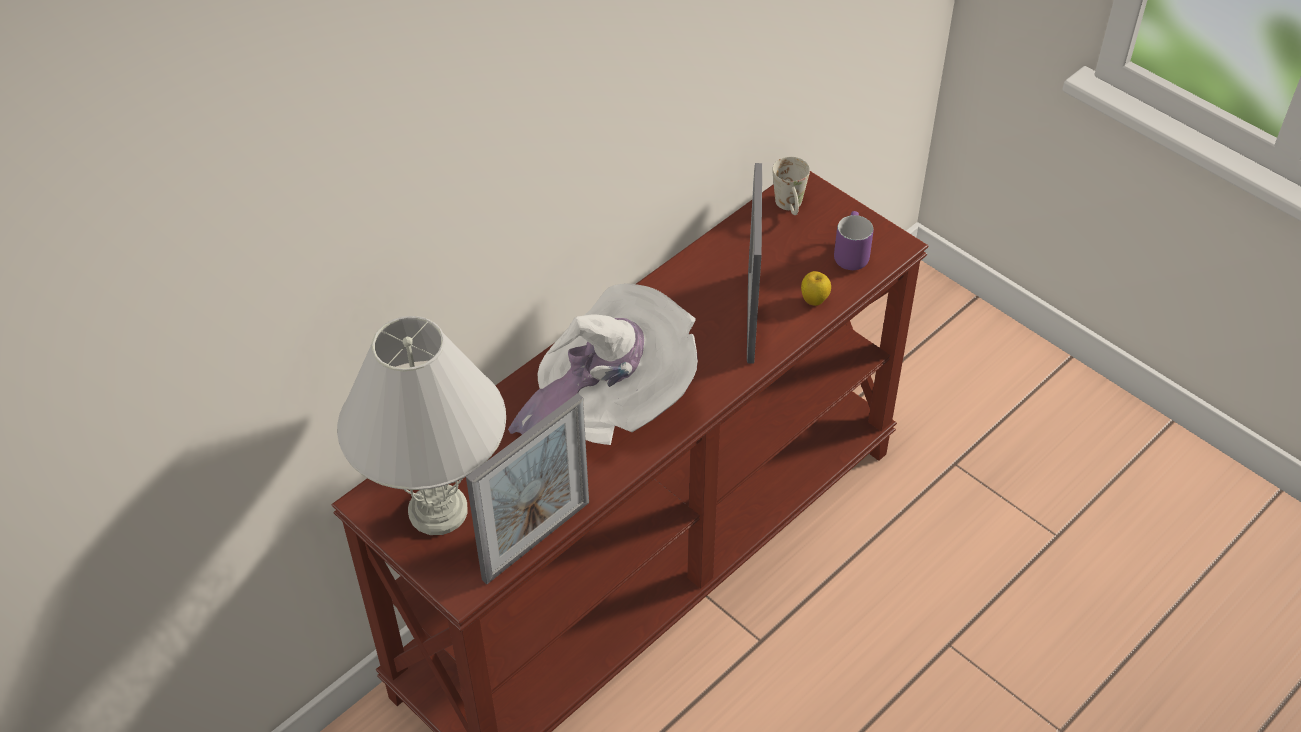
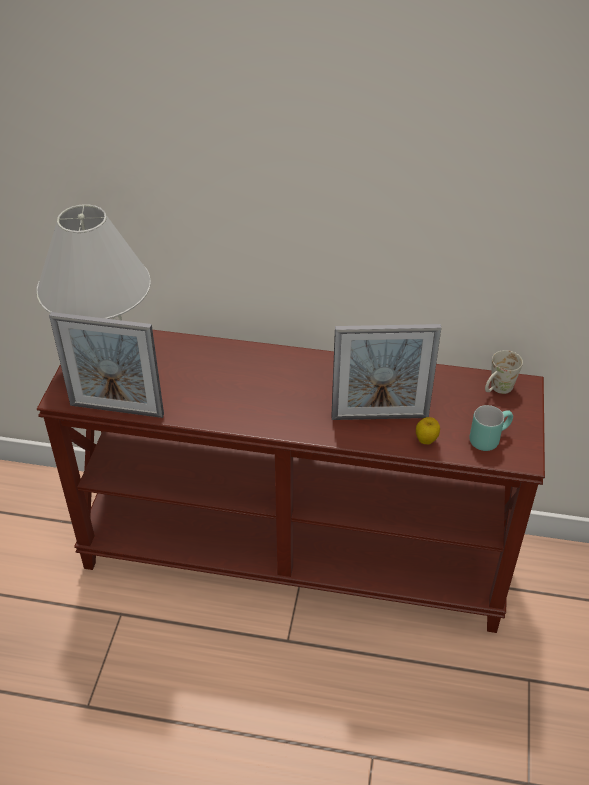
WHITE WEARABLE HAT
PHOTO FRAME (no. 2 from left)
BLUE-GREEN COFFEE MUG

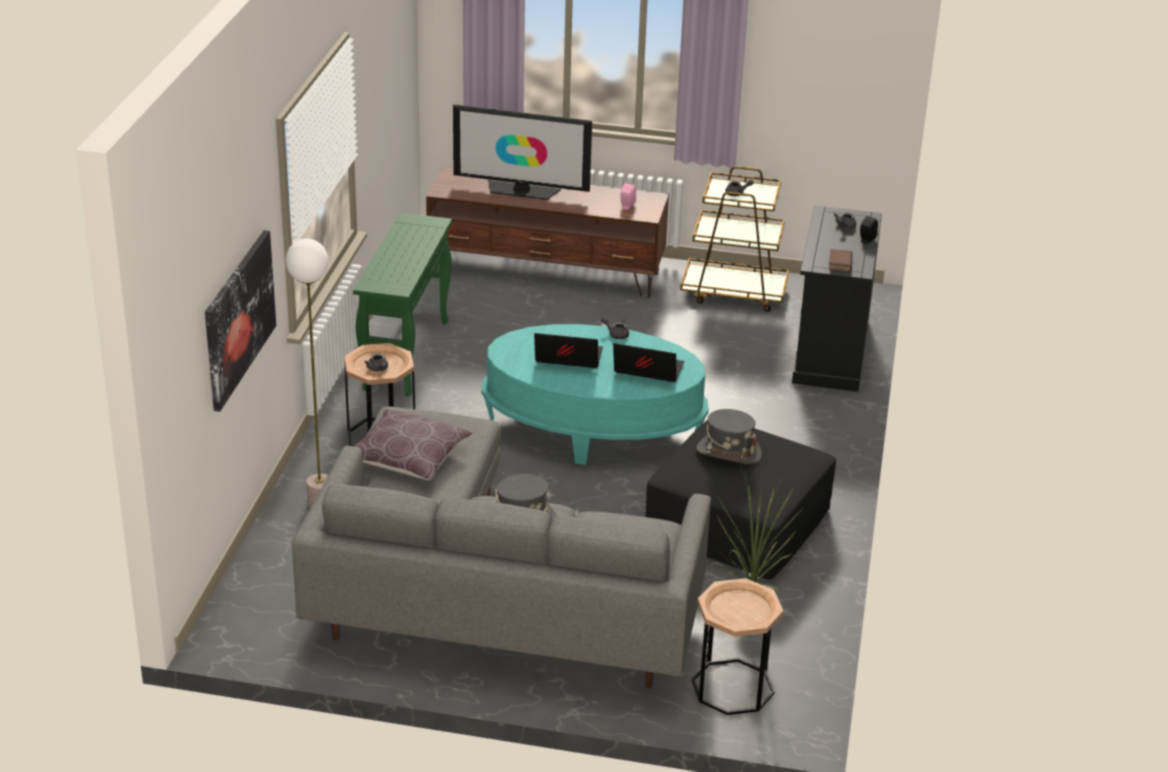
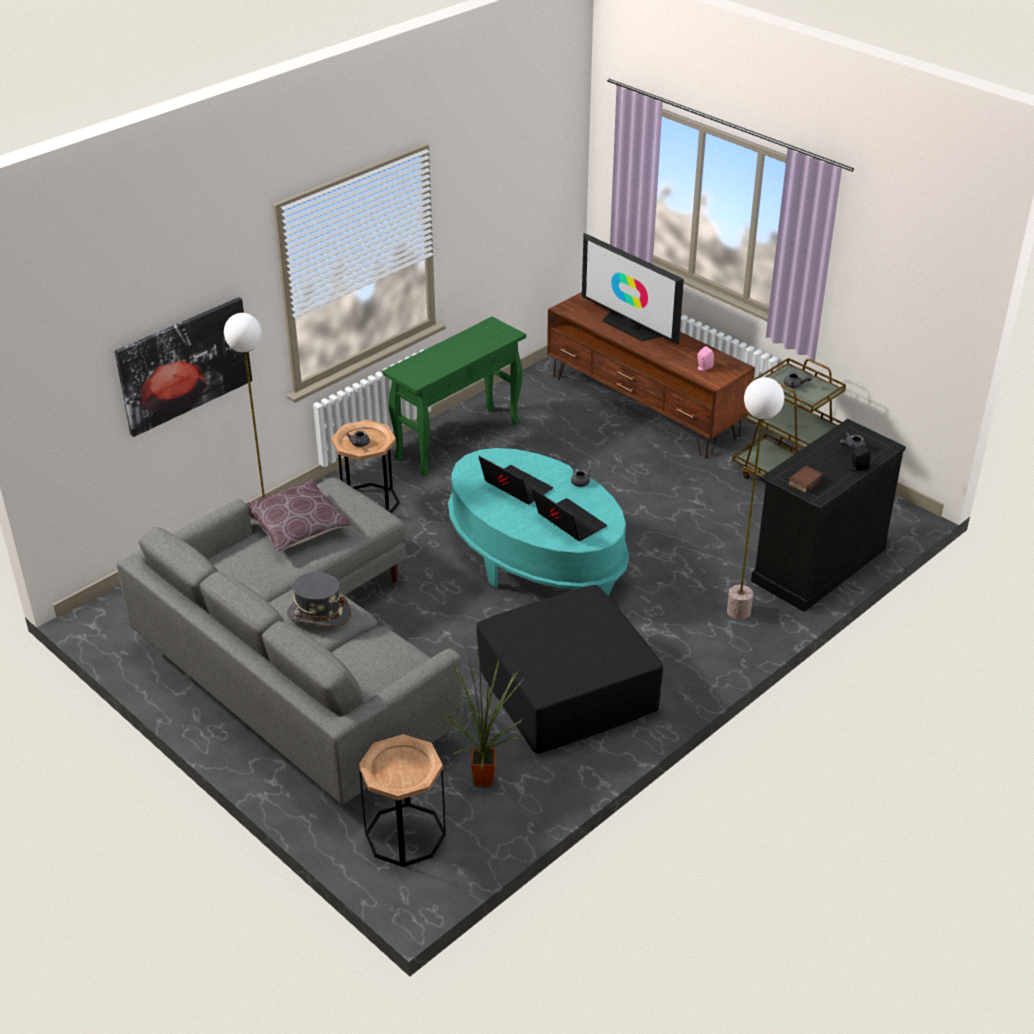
GRAY WEARABLE HAT (no. 2 from left in the first image)
STANDARD LAMP (no. 2 from left)

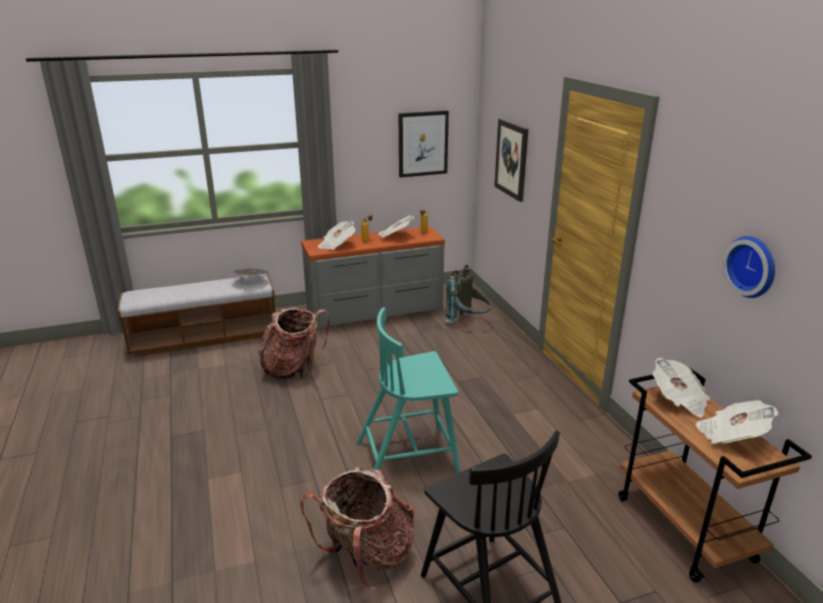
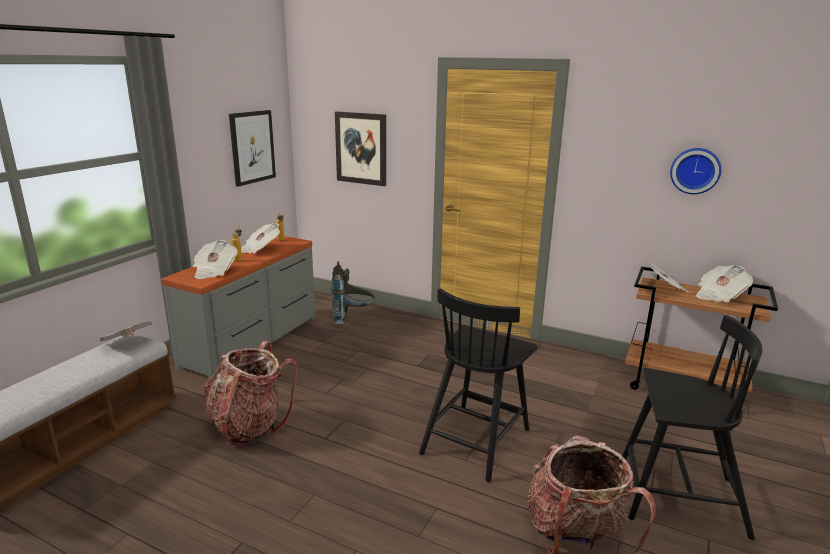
BLACK-COLOURED CHAIR (no. 1 from left)

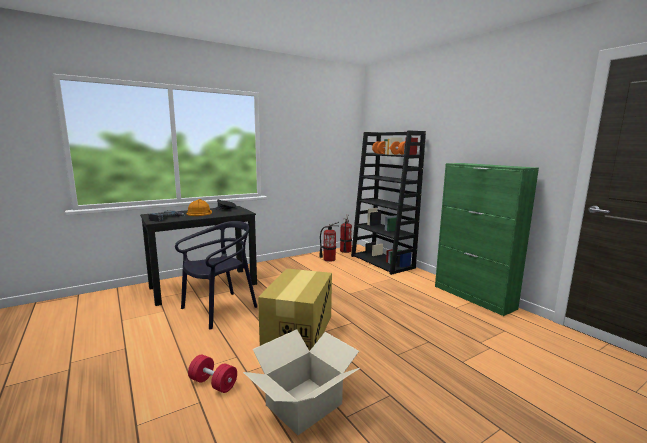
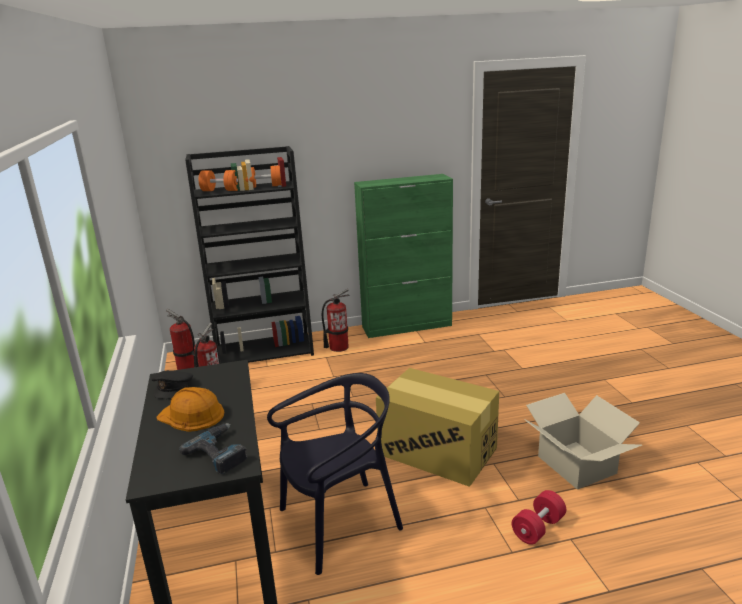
BLACK-COLOURED CHAIR
FIRE EXTINGUISHER (no. 3 from left)

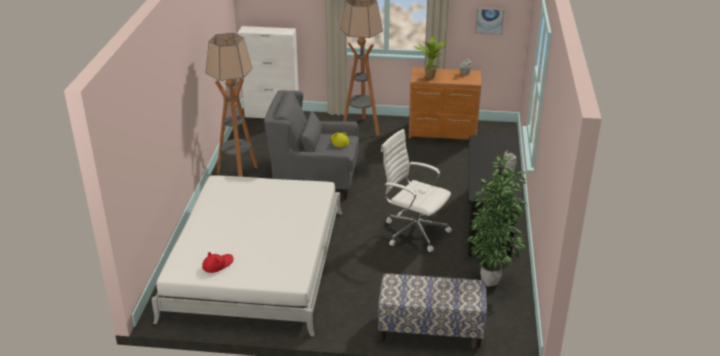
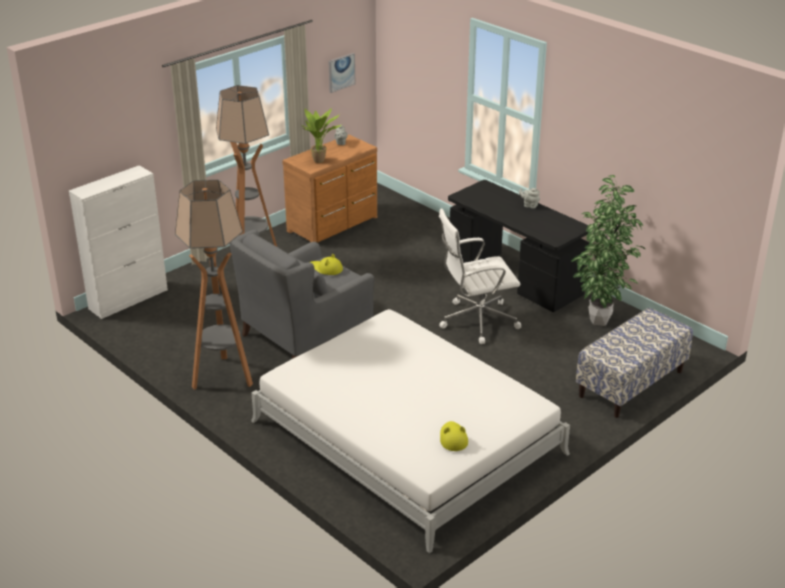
YELLOW WEARABLE HAT (no. 2 from left)

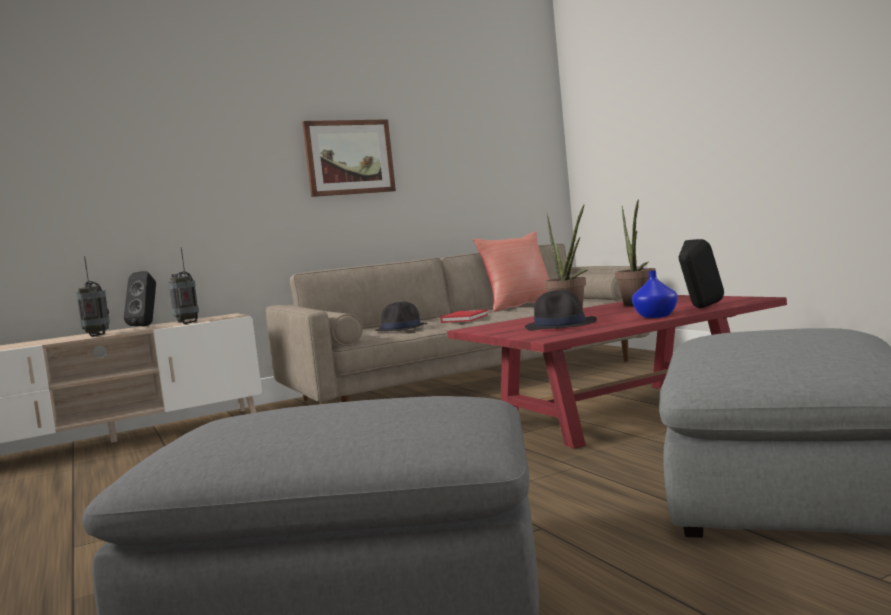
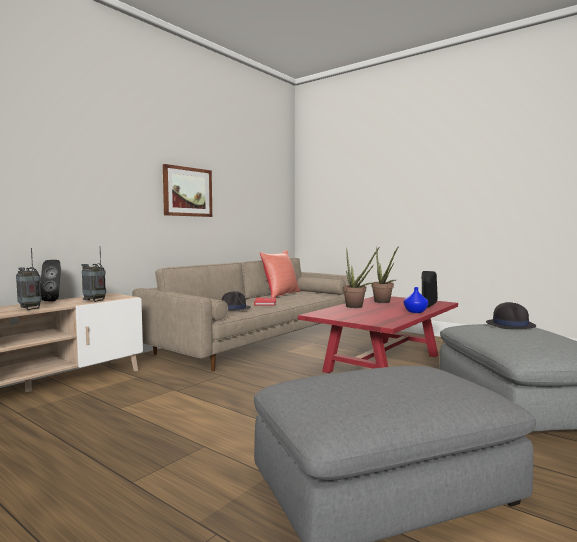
BLACK-COLOURED WEARABLE HAT (no. 2 from left)

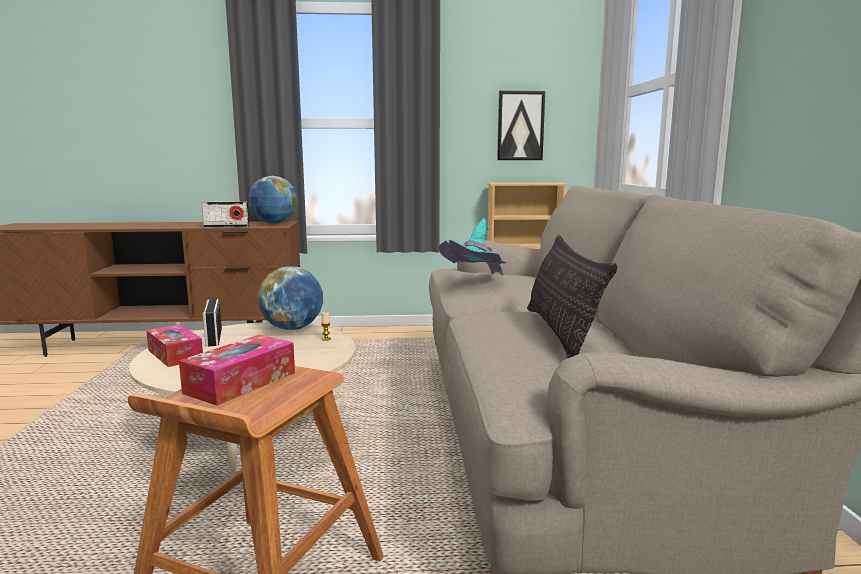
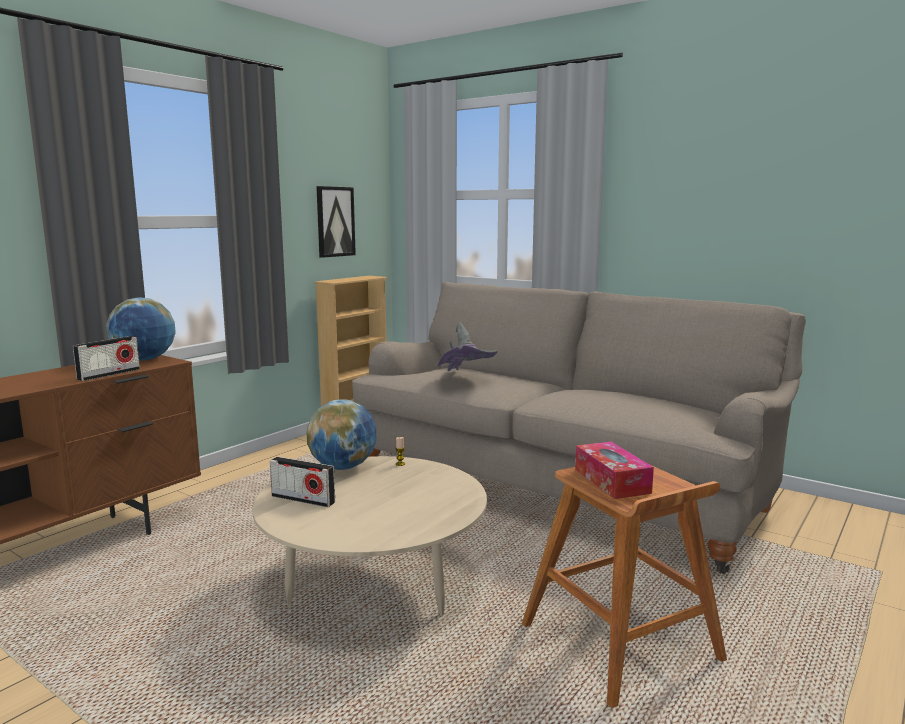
TISSUE BOX (no. 1 from left in the first image)
GRAY WEARABLE HAT
PILLOW

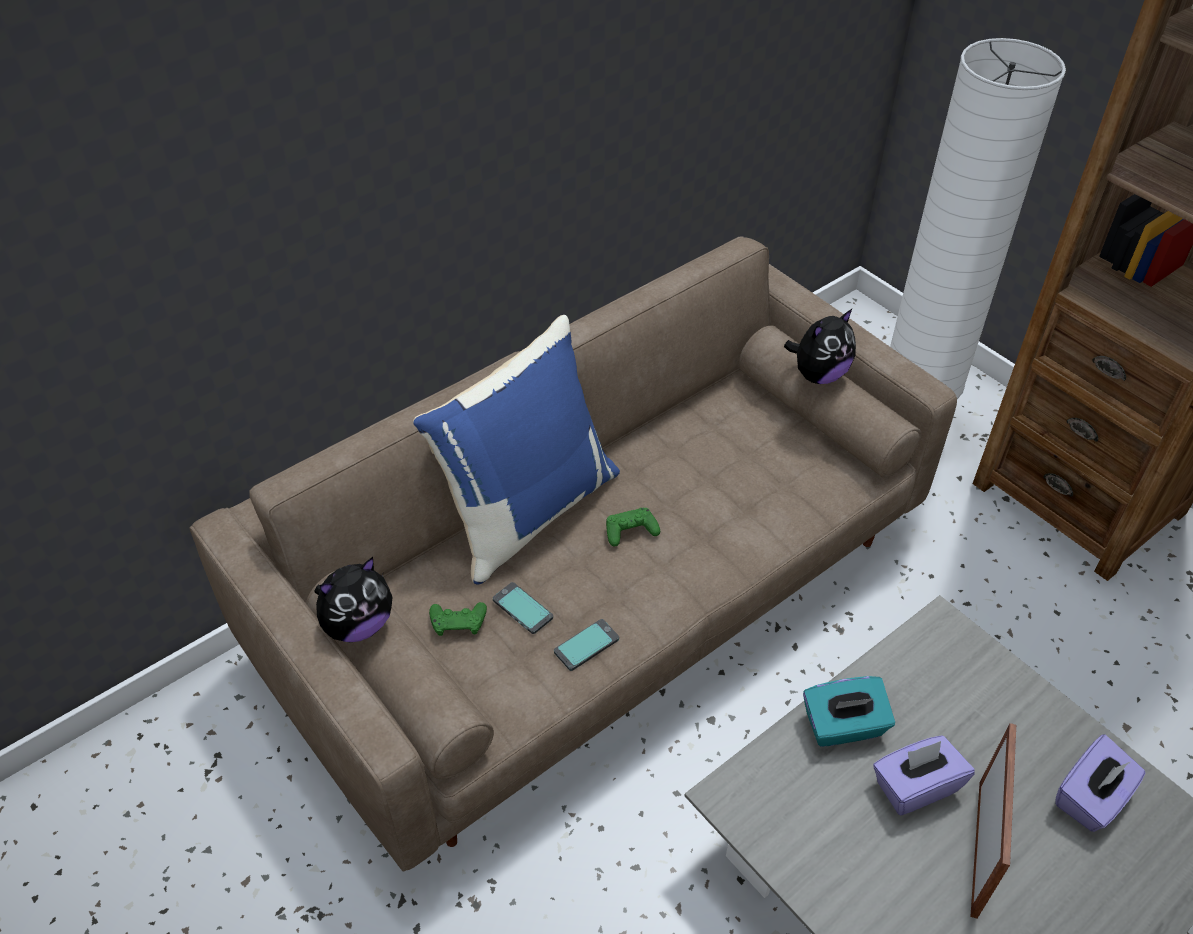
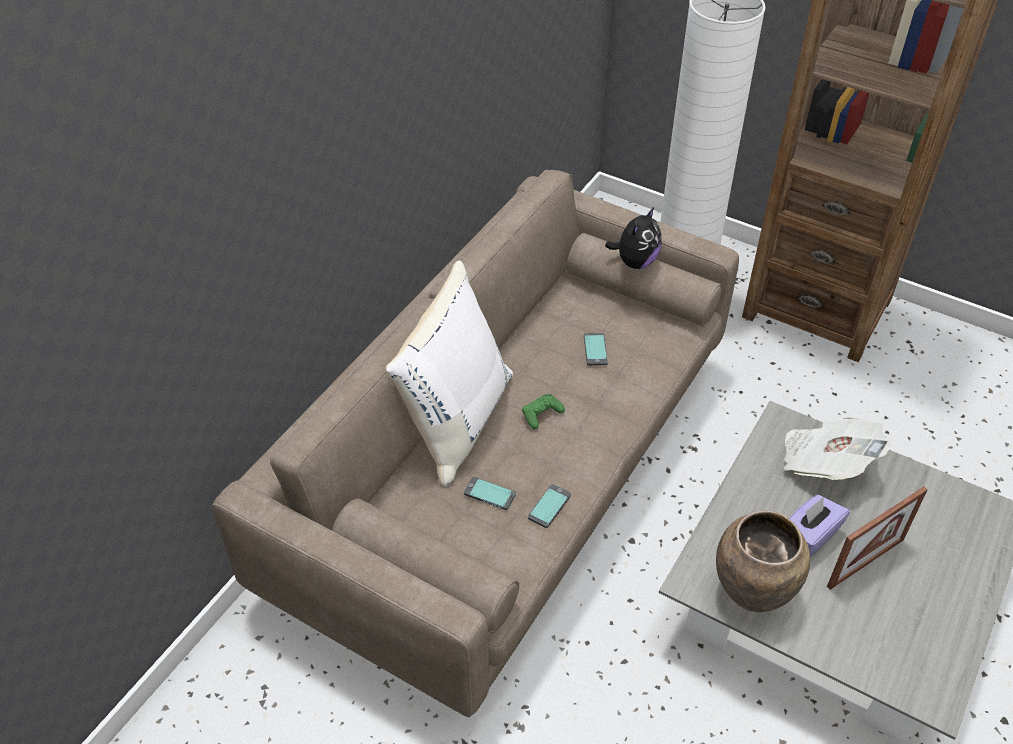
CUDDLY TOY (no. 1 from left in the first image)
WHITE PILLOW
GREEN GAMEPAD (no. 1 from left in the first image)
BLUE-GREEN TISSUE BOX
PHOTO FRAME
PURPLISH TISSUE BOX (no. 2 from left in the first image)
PHONE (no. 3 from left)
BROWN-COLOURED FLOWER VASE
NEWSPAPER

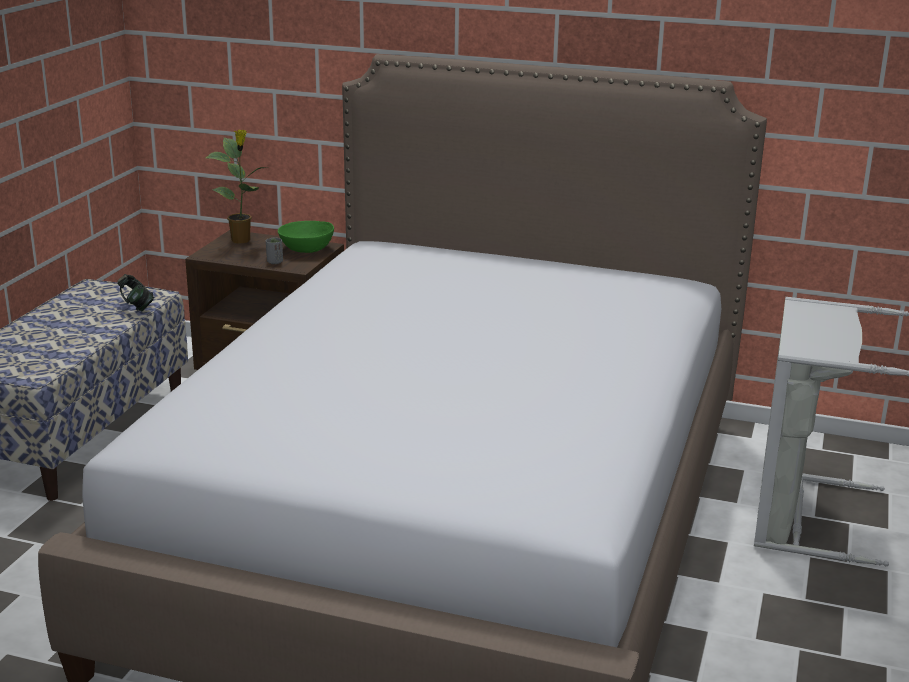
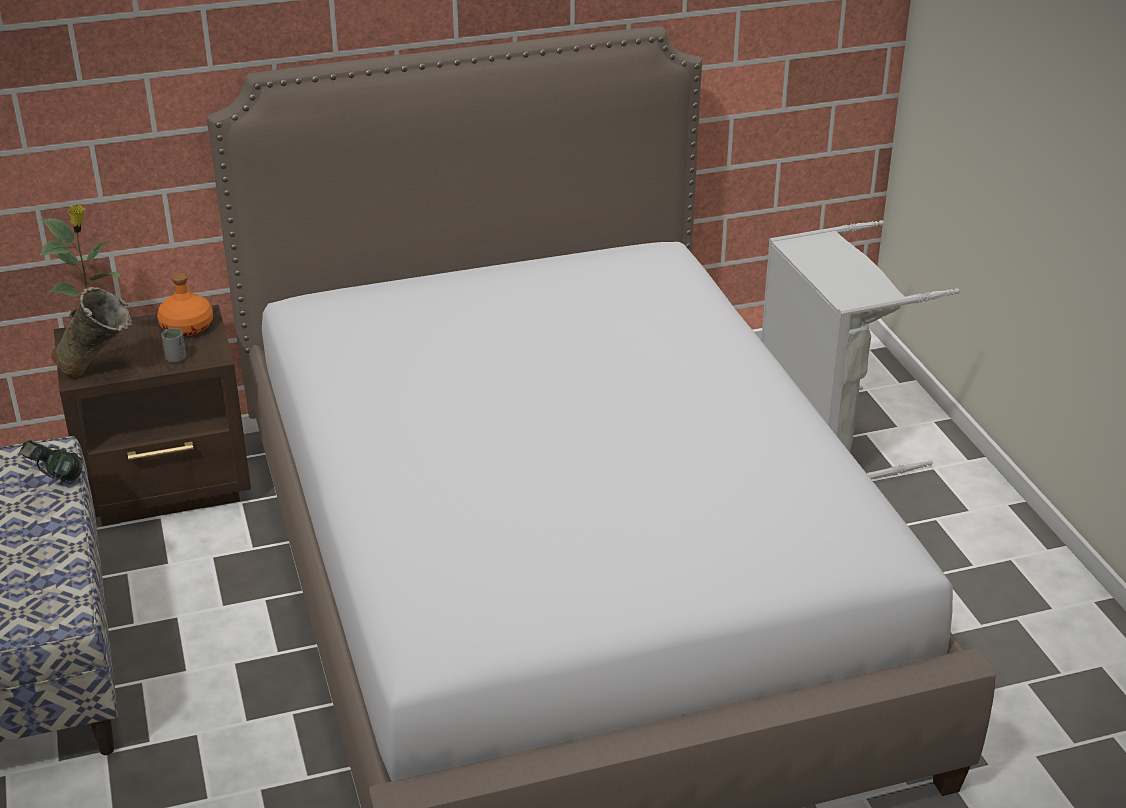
ORANGE BEVERAGE BOTTLE
BEIGE-COLOURED FLOWER VASE

